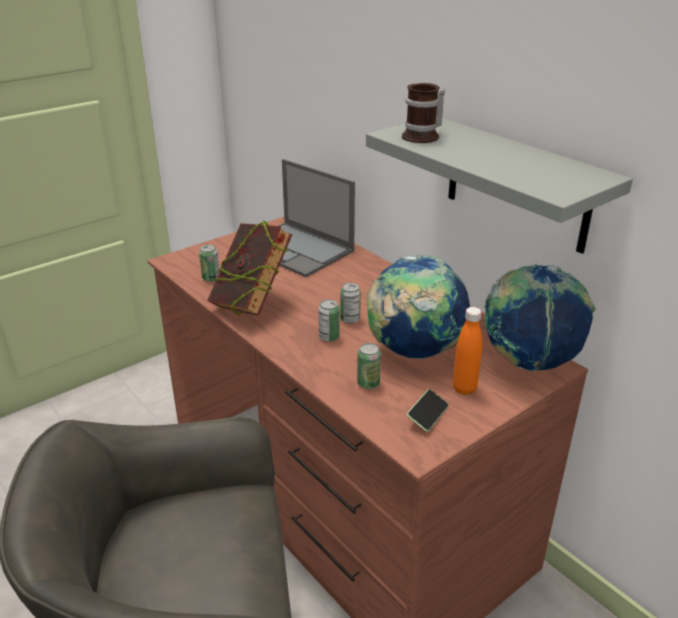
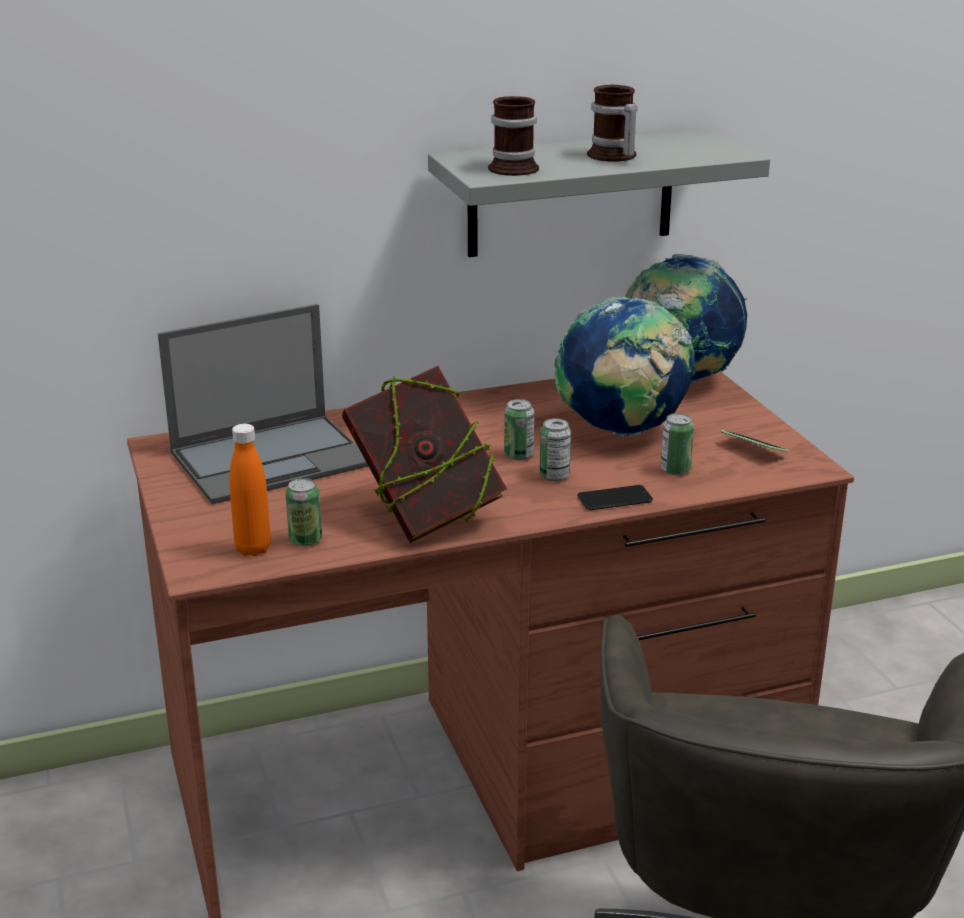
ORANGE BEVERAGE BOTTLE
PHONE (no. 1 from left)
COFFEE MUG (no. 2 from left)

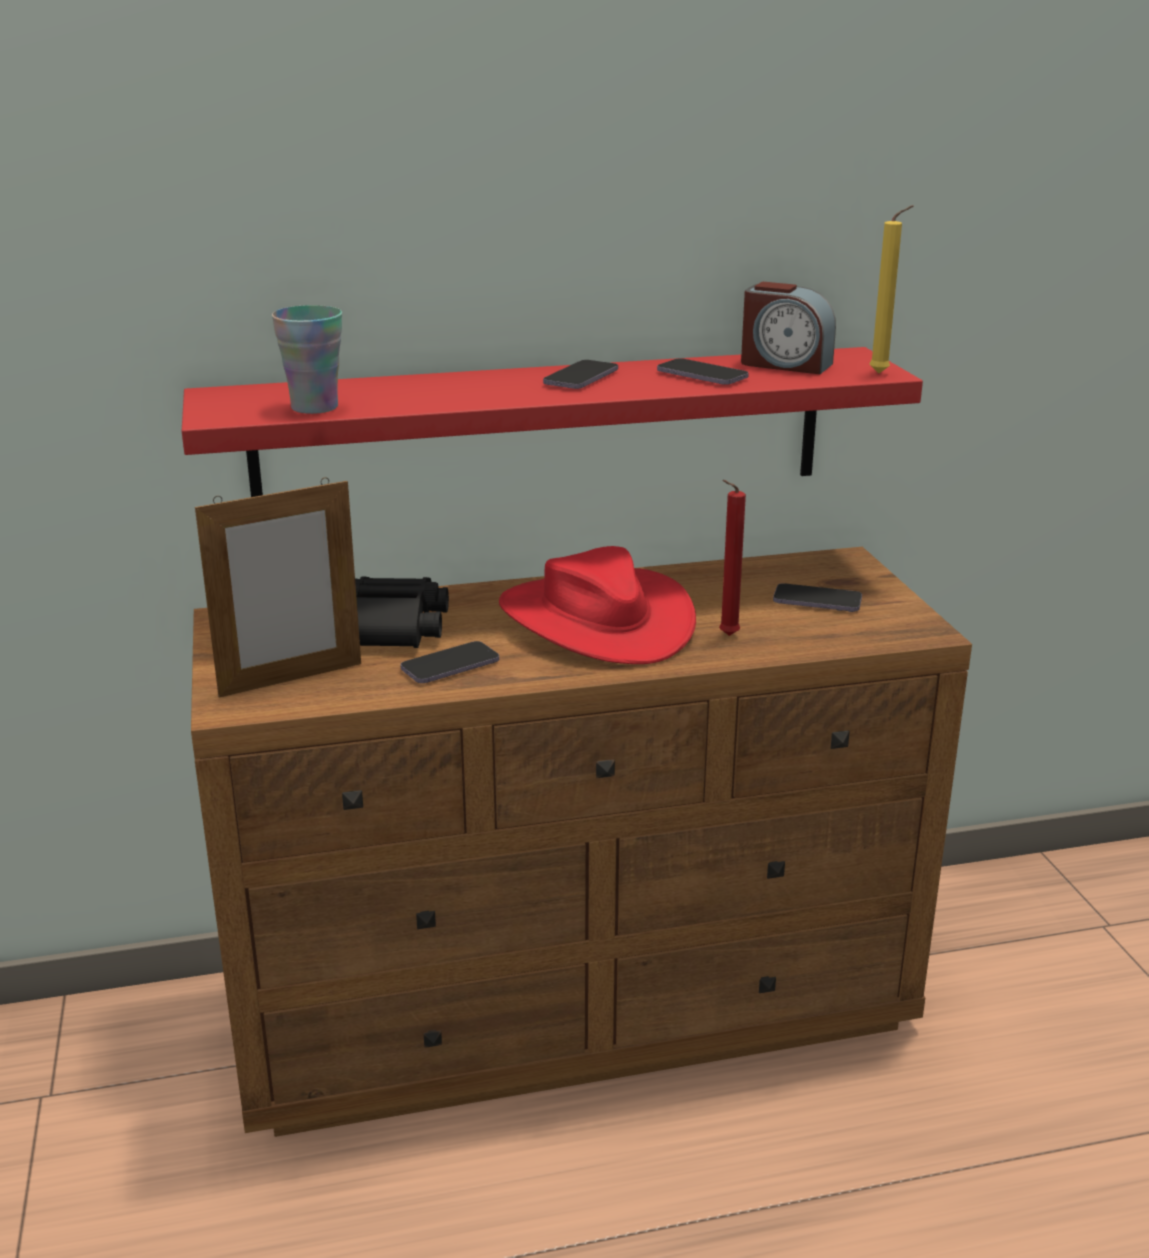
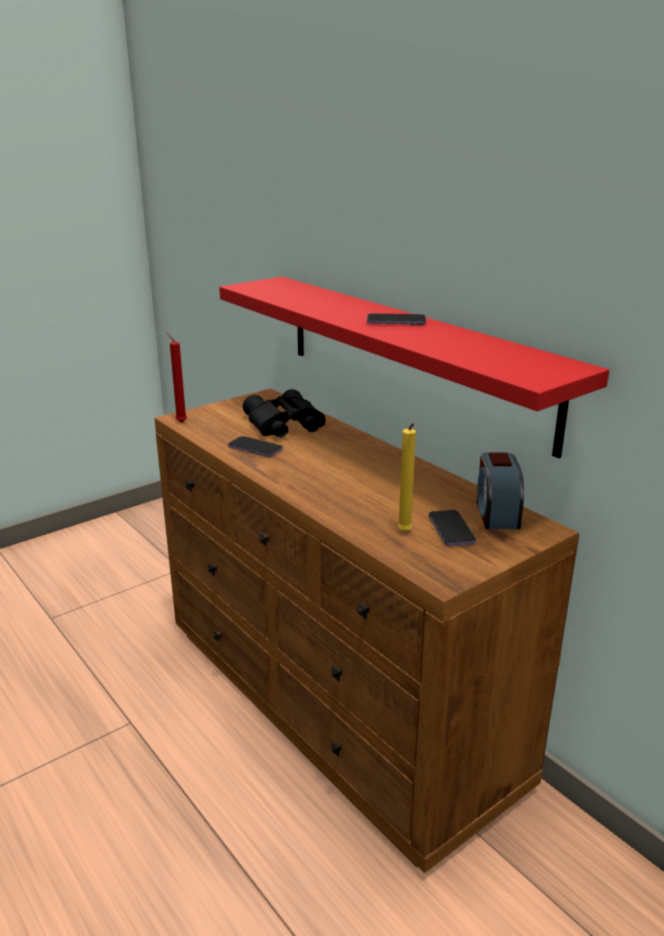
PHOTO FRAME
CUP
RED WEARABLE HAT
PHONE (no. 3 from left in the first image)
RED CANDLE
BEDSIDE CLOCK
YELLOW CANDLE

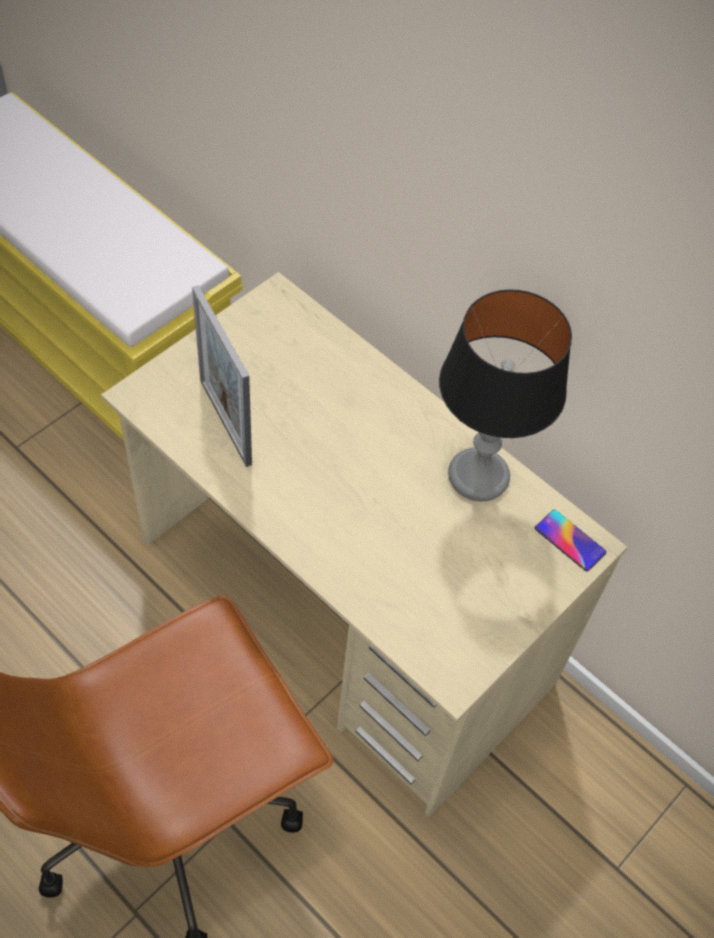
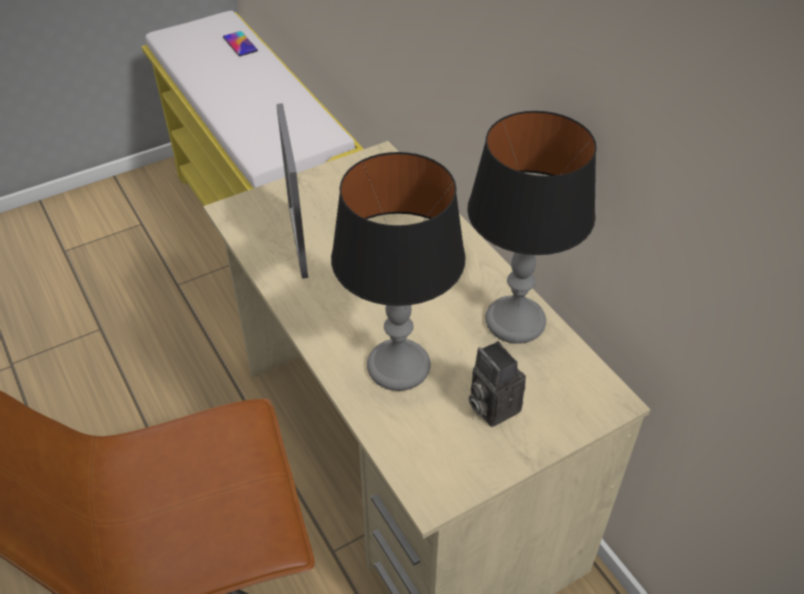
PHONE
TABLE LAMP (no. 1 from left)
STILL CAMERA

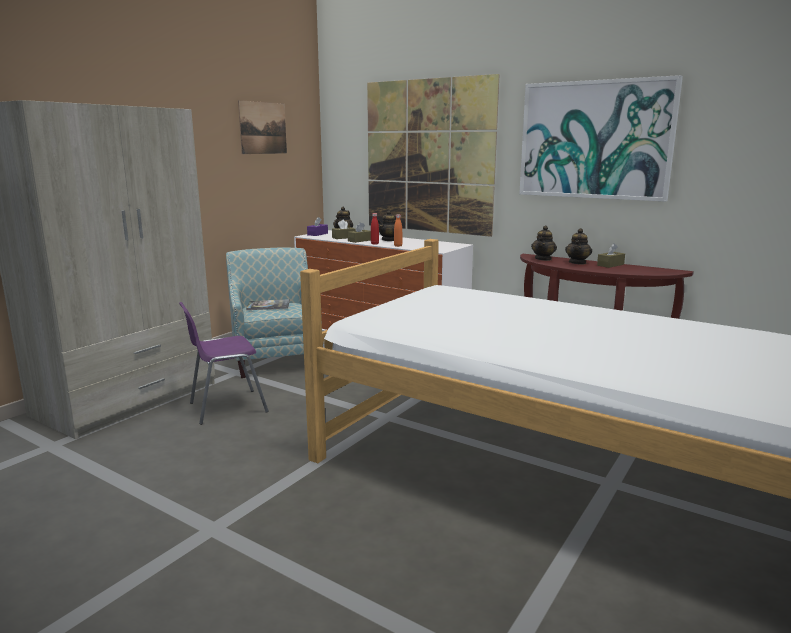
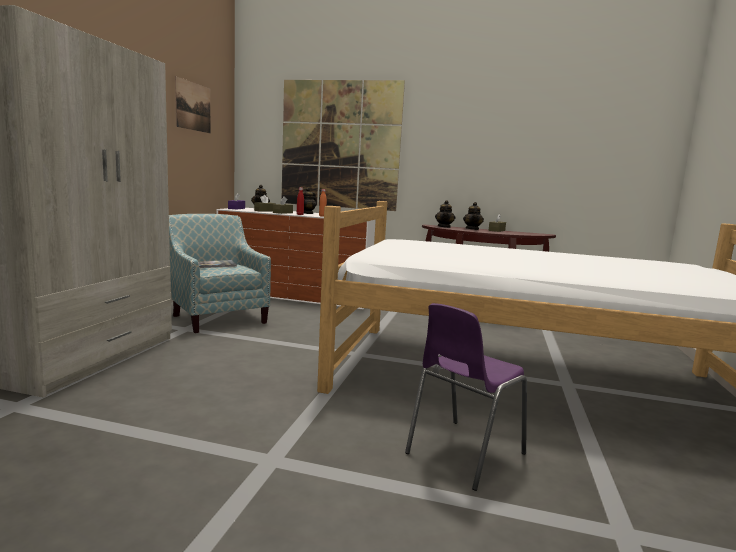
PURPLISH CHAIR
PICTURE (no. 3 from left in the first image)

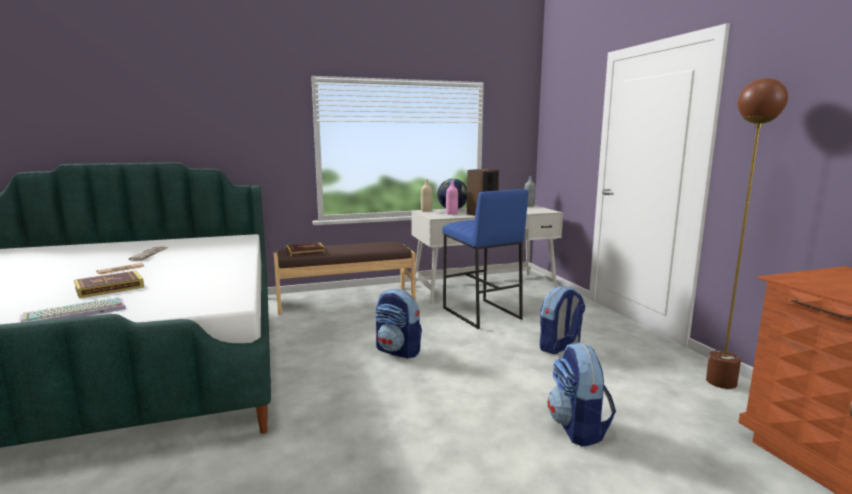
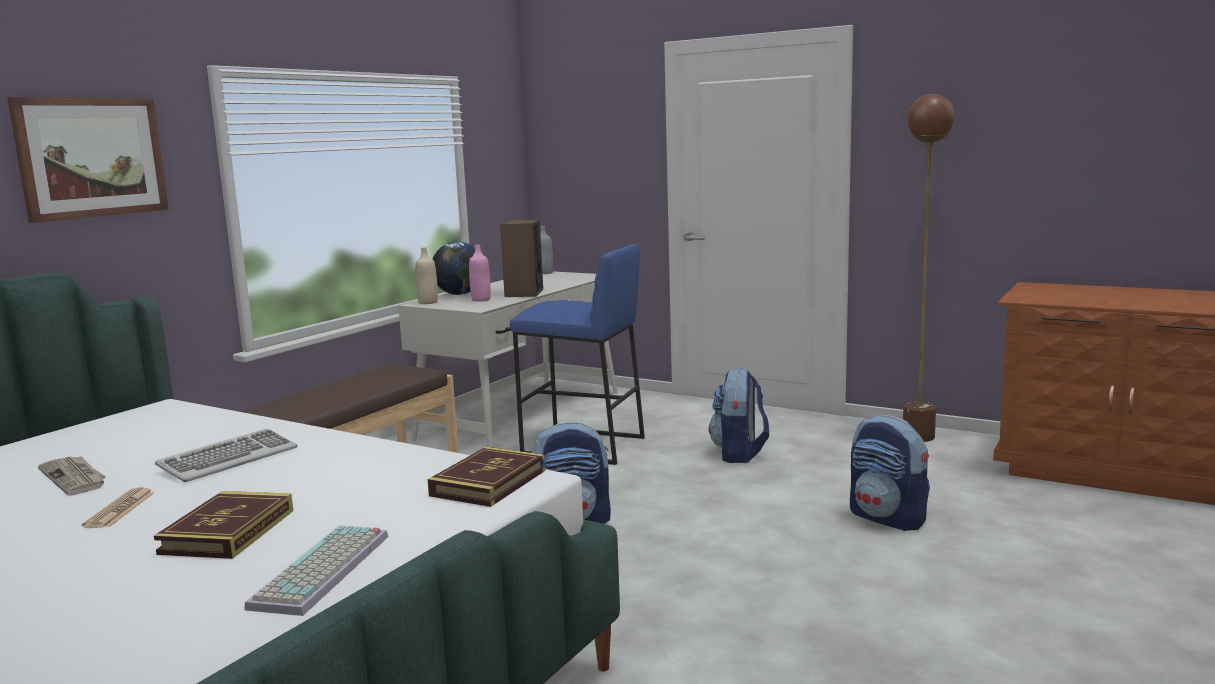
VOLUME (no. 2 from left)
PICTURE
KEYBOARD (no. 1 from left)

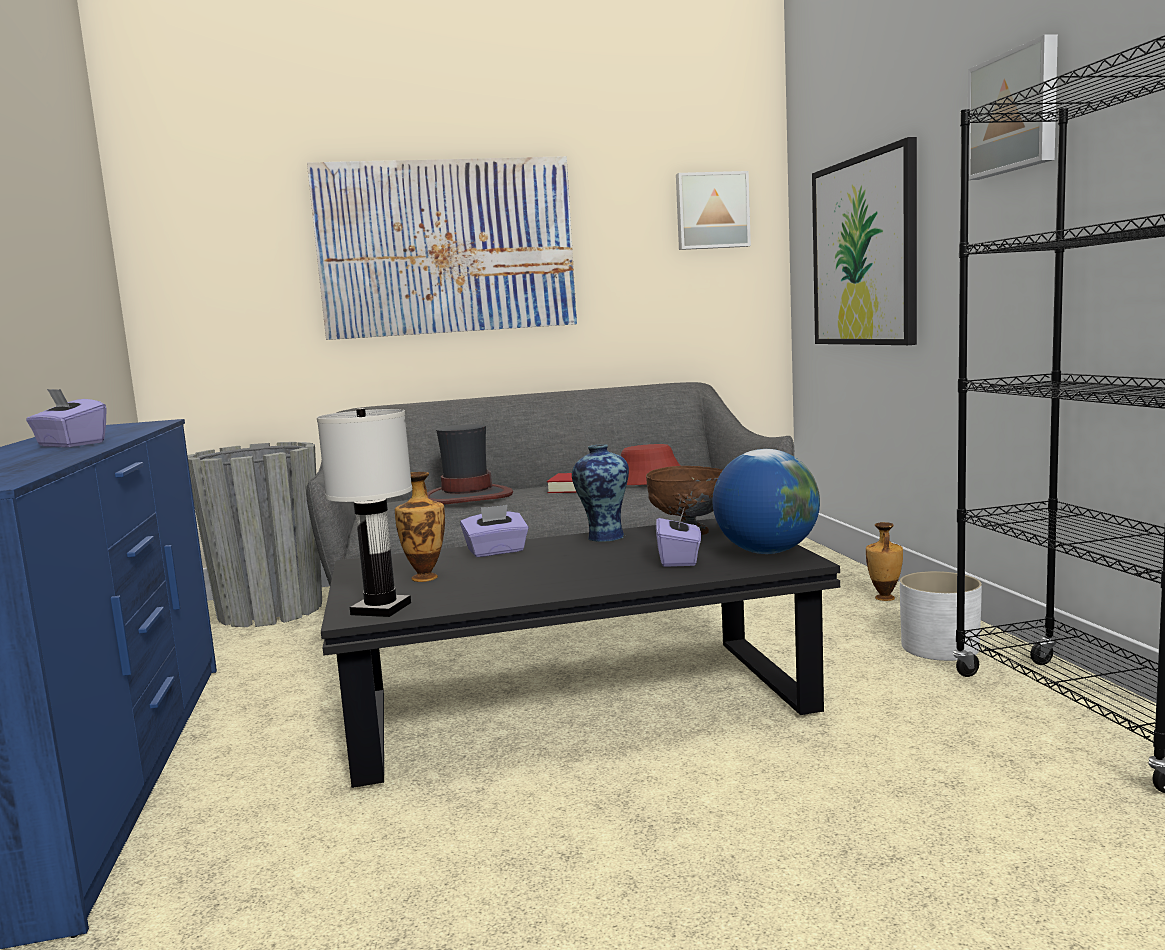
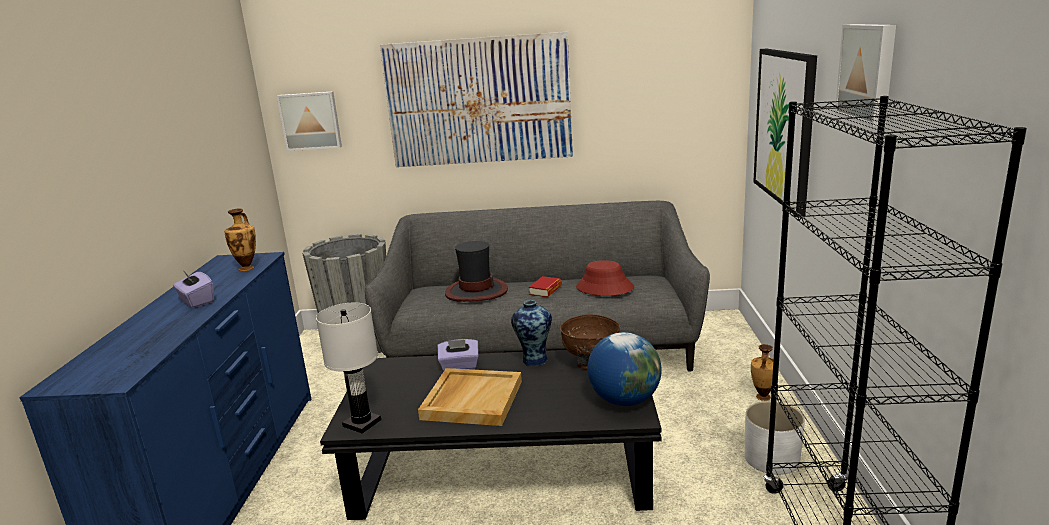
FLOWER VASE (no. 1 from left)
PURPLISH TISSUE BOX (no. 3 from left in the first image)
PICTURE (no. 1 from left)
BEIGE-COLOURED TRAY

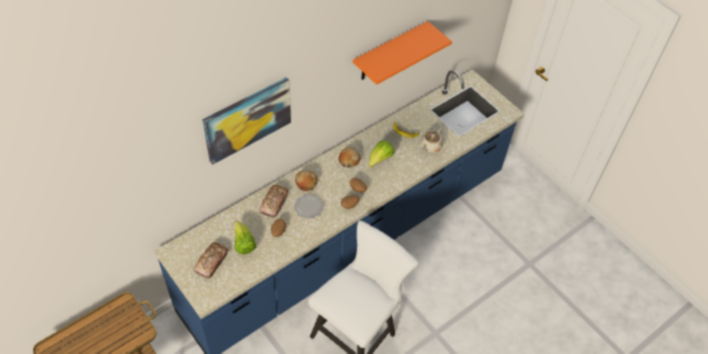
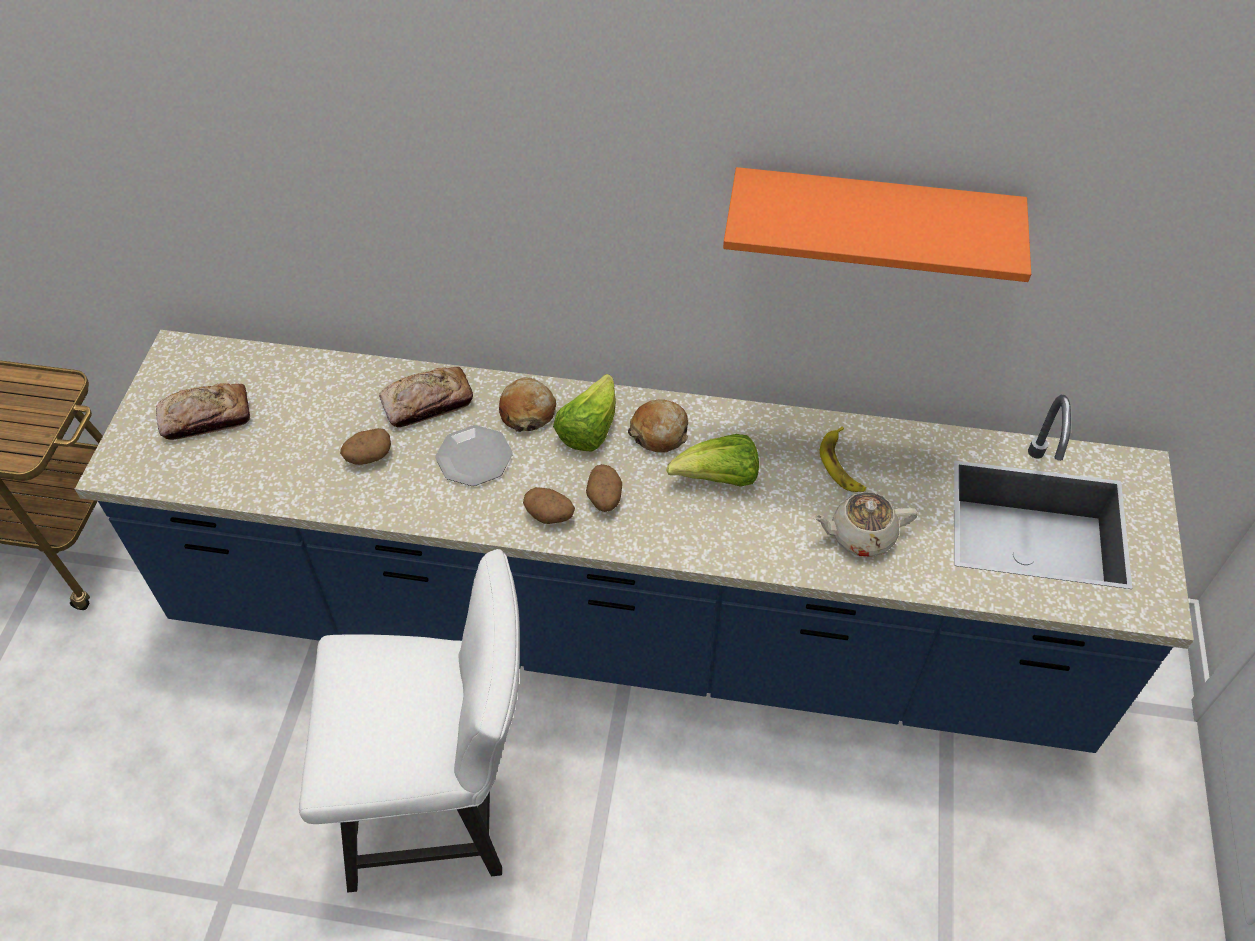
PICTURE
LETTUCE (no. 1 from left)

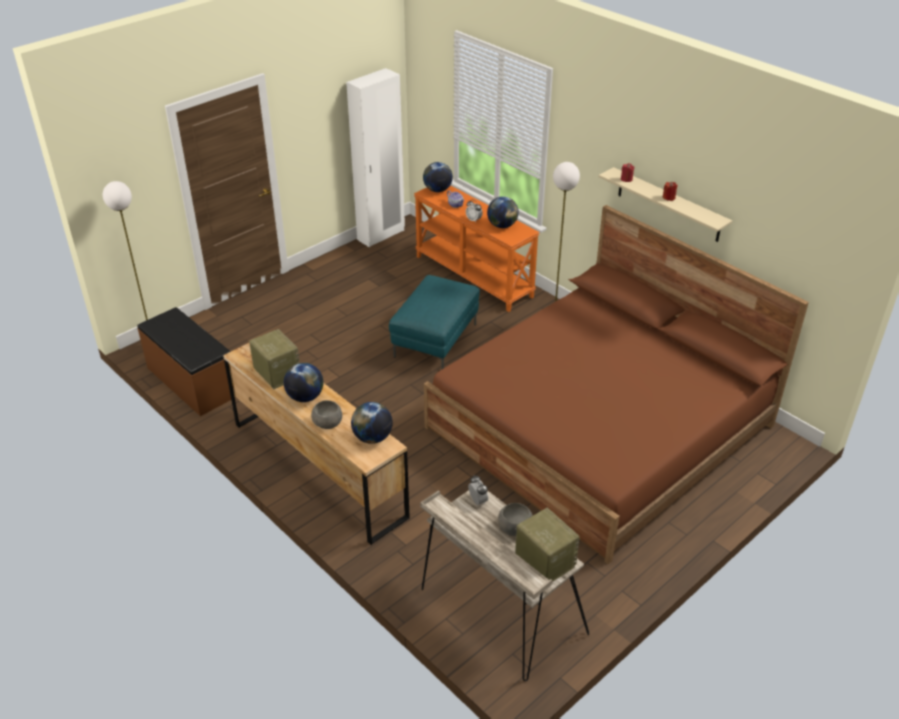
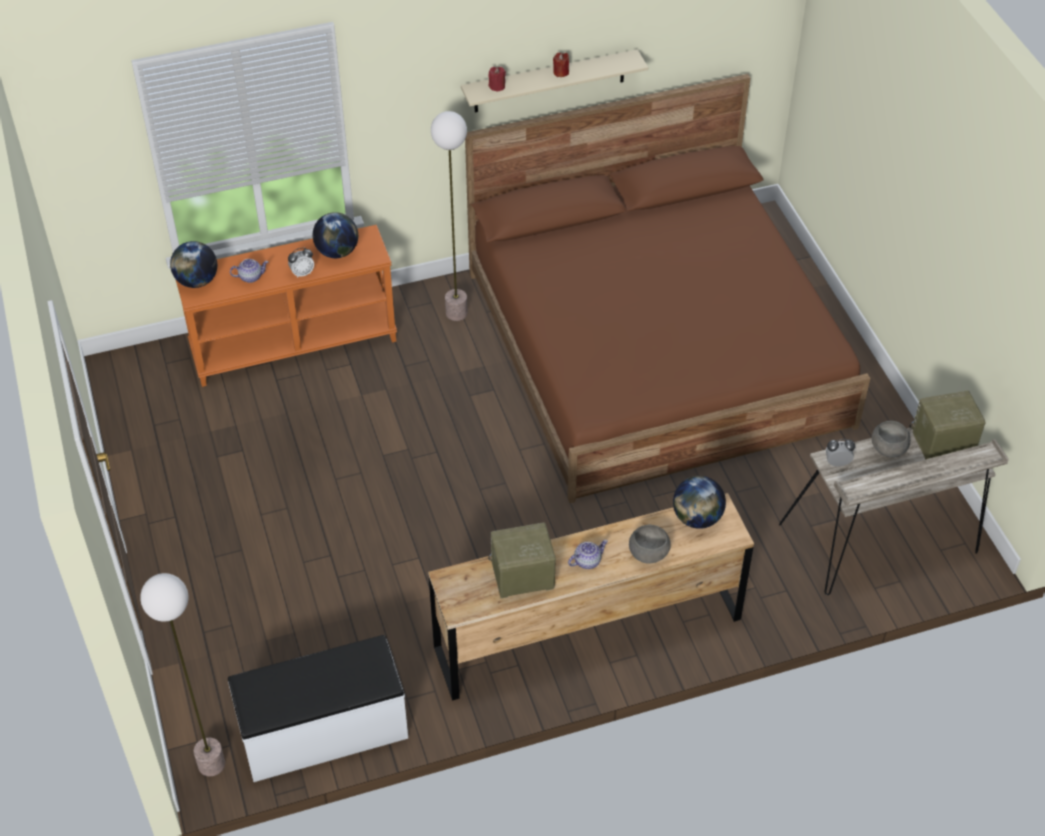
WHITE BENCH
TEA POT (no. 2 from left)
WHITE WARDROBE
BLUE-GREEN FOOTREST

